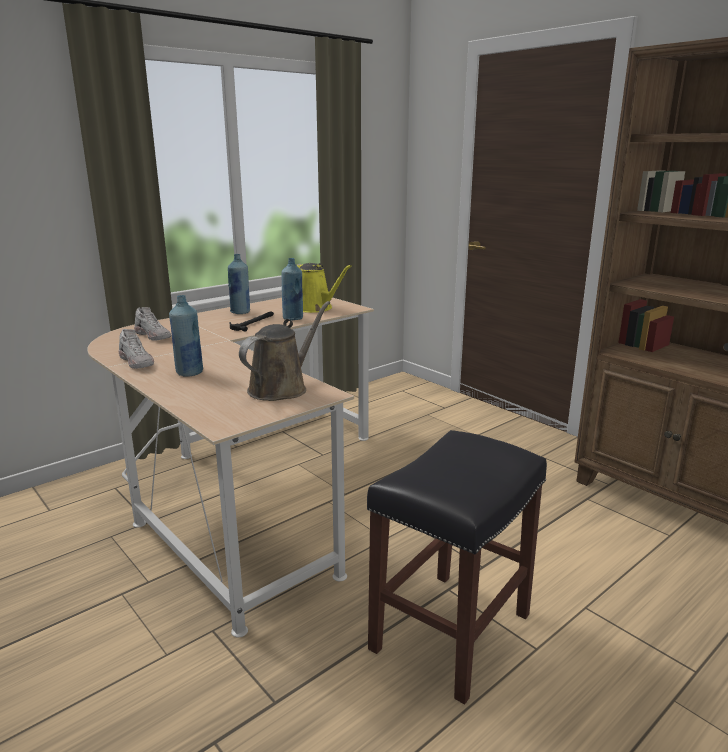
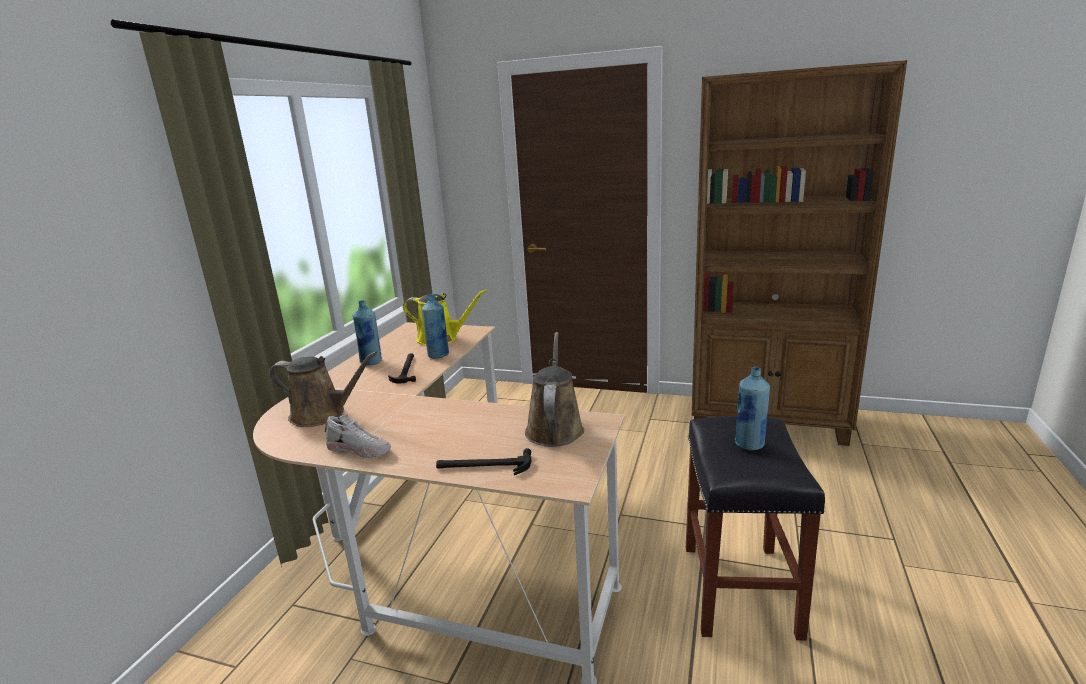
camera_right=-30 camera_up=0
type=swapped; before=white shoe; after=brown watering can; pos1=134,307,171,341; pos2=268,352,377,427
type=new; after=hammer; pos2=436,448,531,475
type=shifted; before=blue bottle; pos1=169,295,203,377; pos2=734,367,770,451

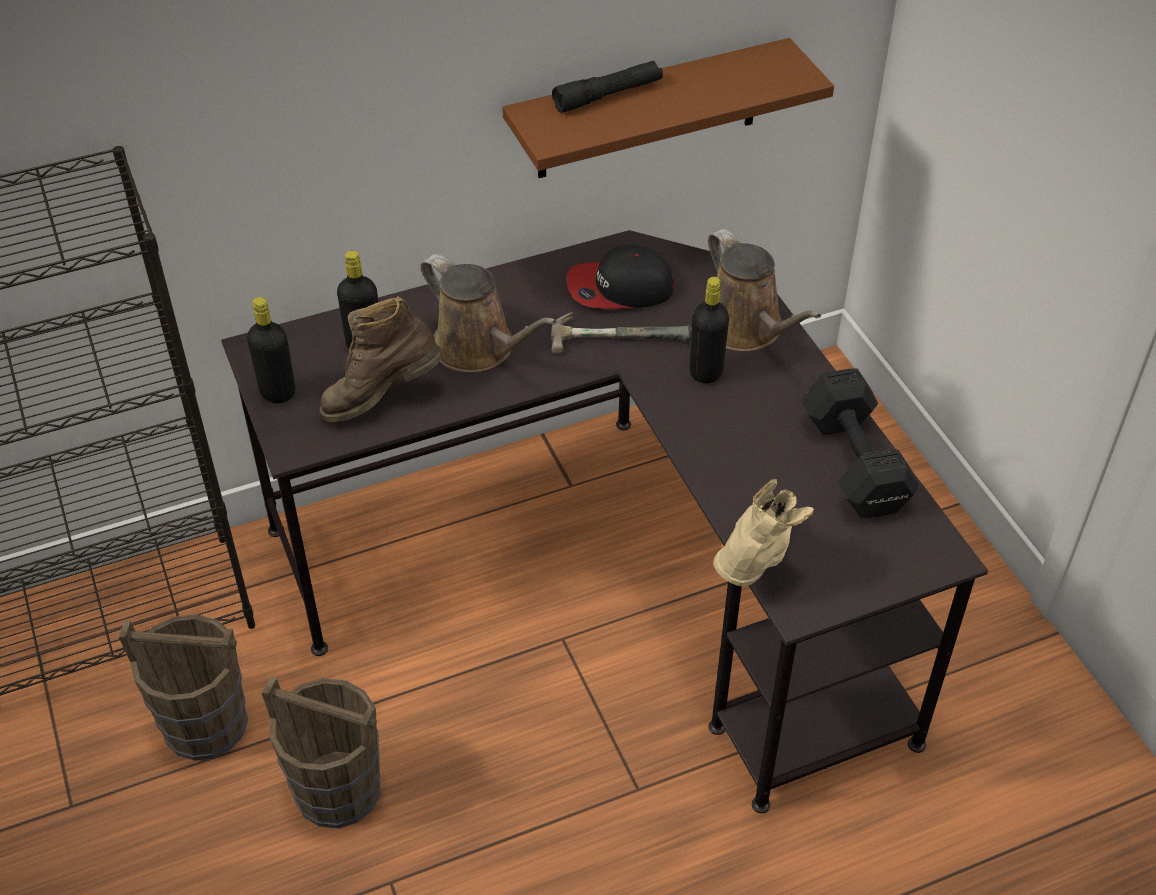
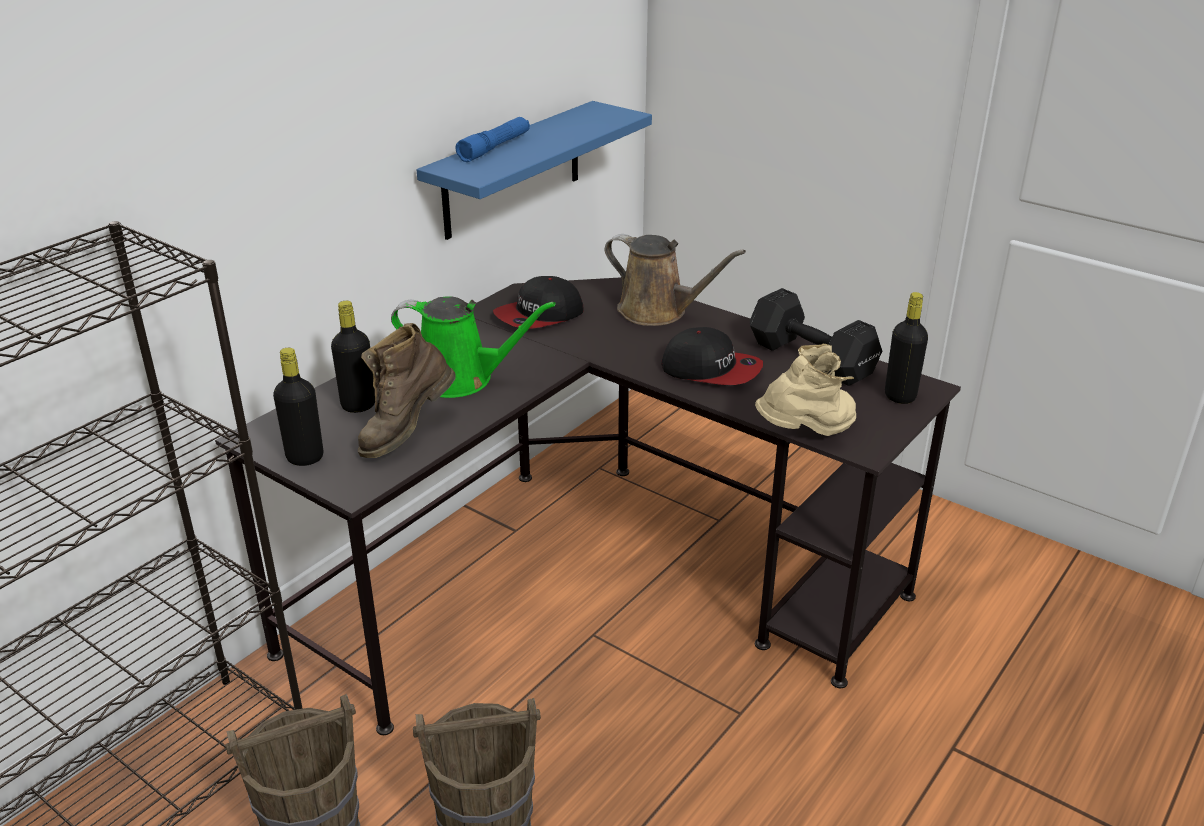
camera_right=-30 camera_up=-15
type=repainted; before=brown watering can; after=green watering can; pos1=420,254,557,373; pos2=391,296,556,398
type=repainted; before=brown shelf; after=blue shelf; pos1=502,38,834,178; pos2=417,101,652,240
type=repainted; before=black flashlight; after=blue flashlight; pos1=552,61,663,113; pos2=456,117,530,162
type=new; after=cap; pos2=661,327,763,385
type=rotated; before=beige boot; pos1=713,479,814,587; pos2=755,344,856,436; turn=60
type=shifted; before=black bottle; pos1=690,277,729,384; pos2=885,292,928,404
type=gone; before=hammer; pos1=551,312,692,353

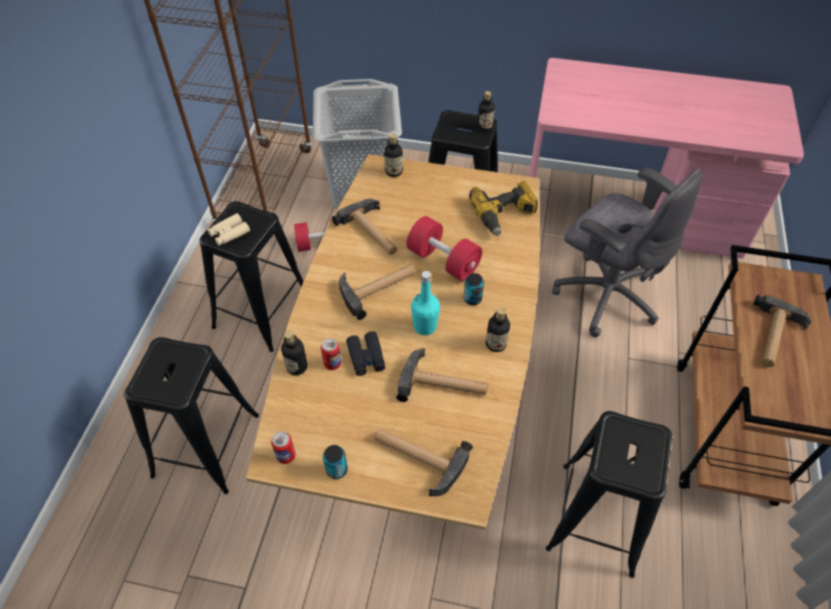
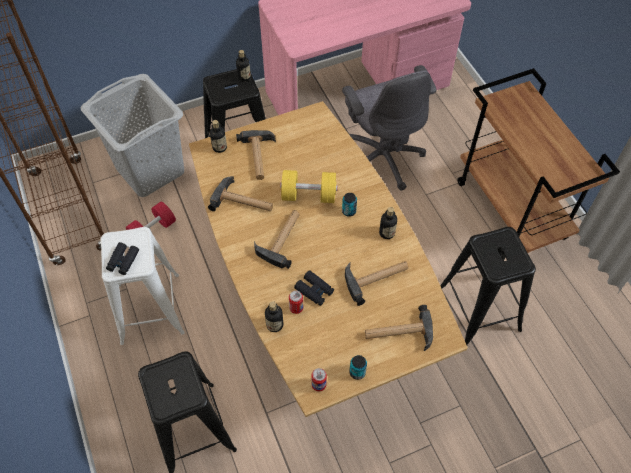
camera_right=-35 camera_up=5
type=repainted; before=black stool; after=white stool; pos1=200,201,304,352; pos2=101,227,185,345
type=repainted; before=beige binoculars; after=black binoculars; pos1=207,213,250,246; pos2=106,242,139,275
type=shifted; before=hammer; pos1=753,295,811,367; pos2=236,130,276,180
type=repainted; before=red dumbbell; after=yellow dumbbell; pos1=407,216,483,281; pos2=280,170,338,203
type=rotated; before=grey office chair; pos1=552,168,703,337; pos2=342,65,437,191; turn=60
type=gone; before=turquoise bottle; pos1=411,271,440,335
type=gone; before=power drill; pos1=469,181,538,236

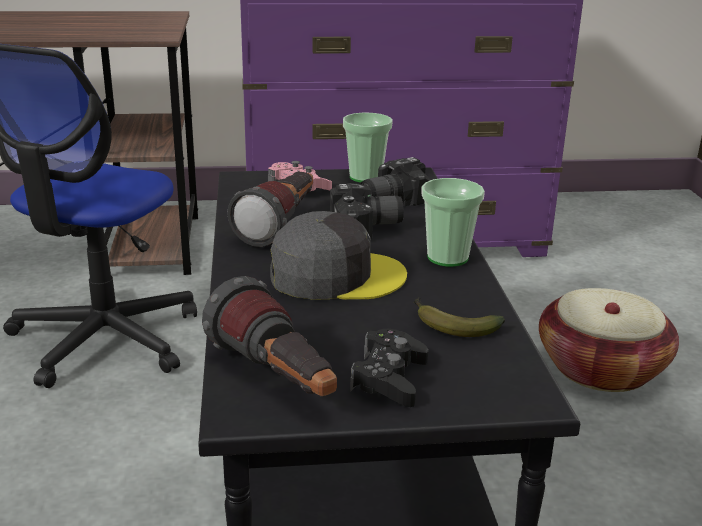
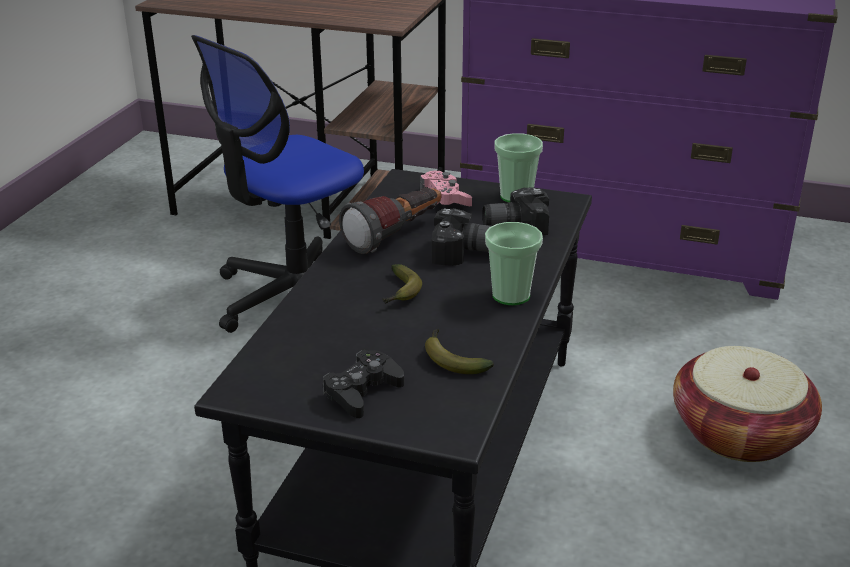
camera_right=25 camera_up=5
type=swapped; before=grey cap; after=banana; pos1=270,211,407,300; pos2=383,264,422,304
type=gone; before=flashlight; pos1=202,276,337,396

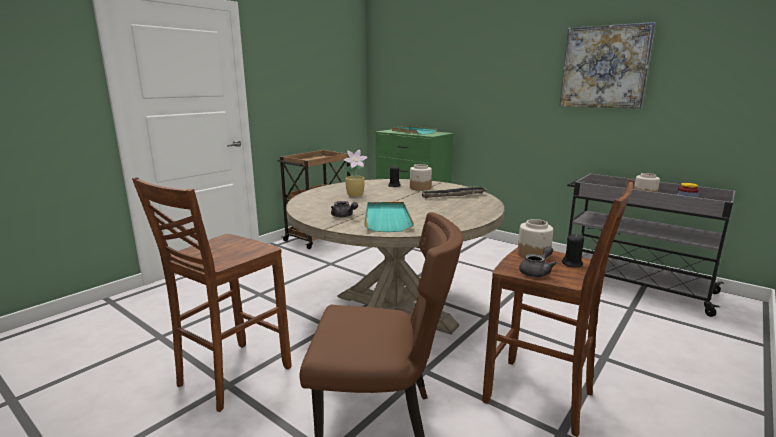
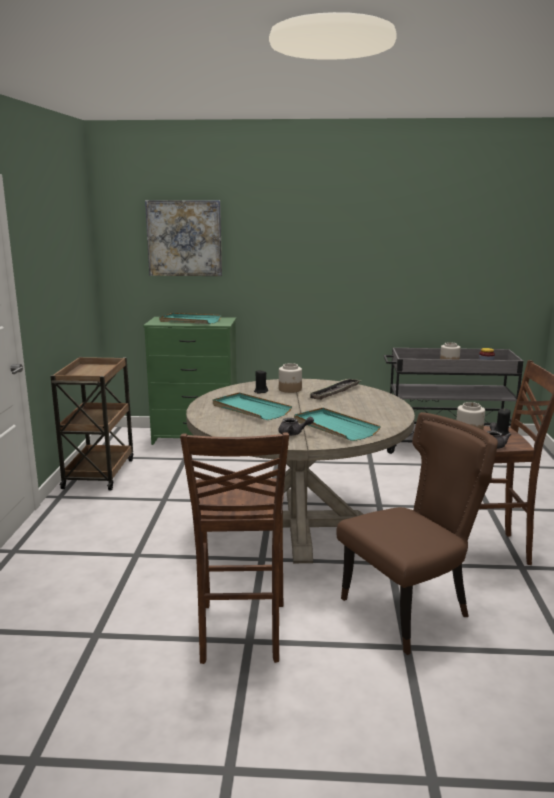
camera_right=-35 camera_up=0
type=shifted; before=picture; pos1=560,22,655,109; pos2=145,200,222,276
type=swapped; before=potted plant; after=turquoise tray; pos1=343,150,368,197; pos2=213,392,292,420

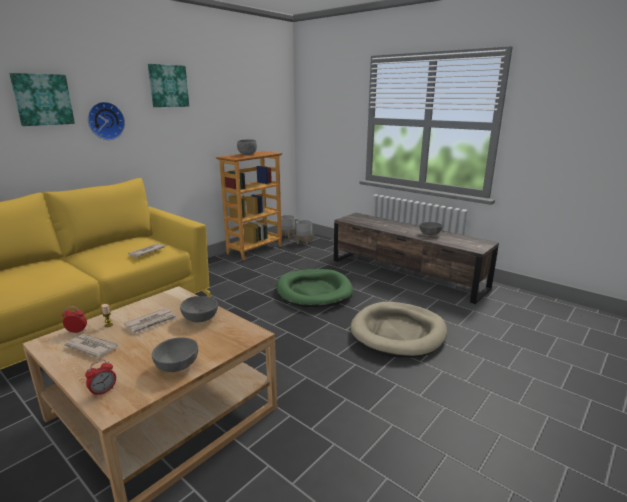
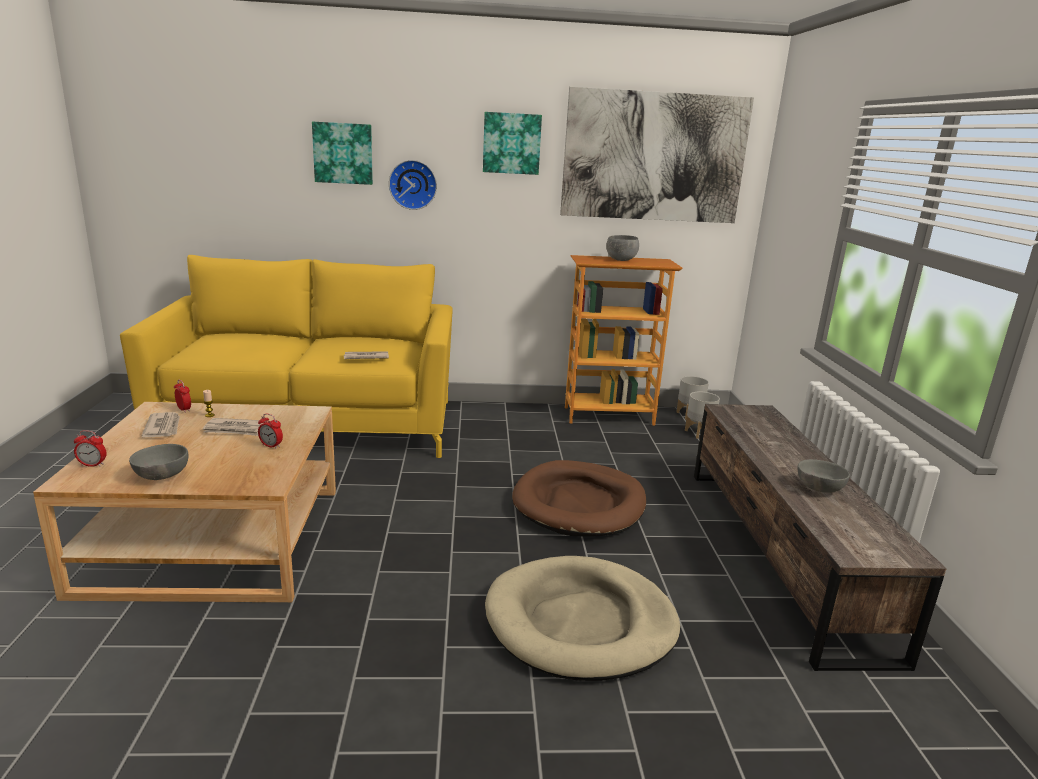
camera_right=45 camera_up=0
type=swapped; before=grey bowl; after=alarm clock; pos1=180,296,218,322; pos2=258,414,283,449
type=repainted; before=green dog bed; after=brown dog bed; pos1=276,269,353,307; pos2=512,460,646,536
type=new; after=picture; pos2=560,87,754,223

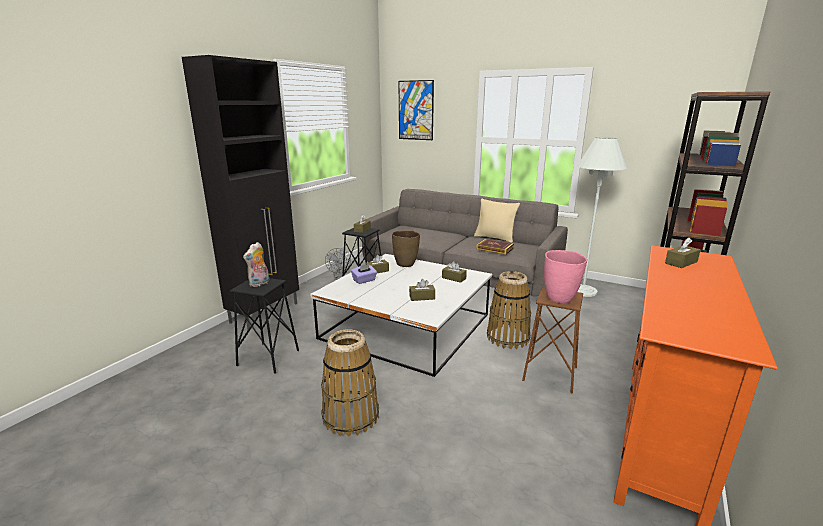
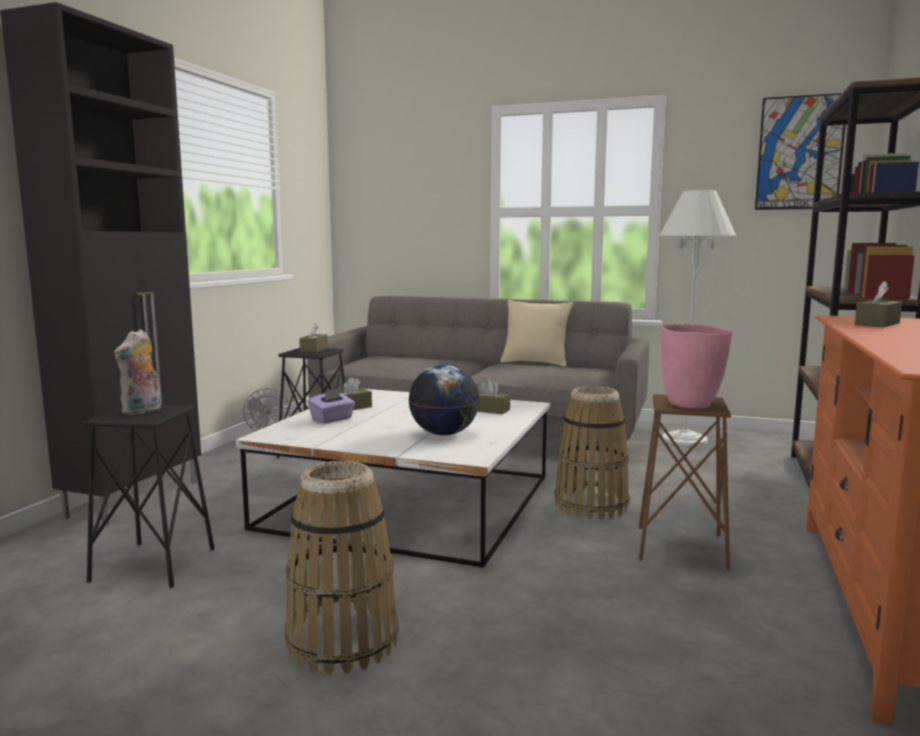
camera_right=-10 camera_up=-10
type=swapped; before=brown tissue box; after=globe; pos1=409,279,435,301; pos2=408,365,480,435
type=shifted; before=picture; pos1=399,80,434,140; pos2=755,93,845,210
type=gone; before=brown vase; pos1=392,230,420,267
type=gone; before=book; pos1=477,239,514,255

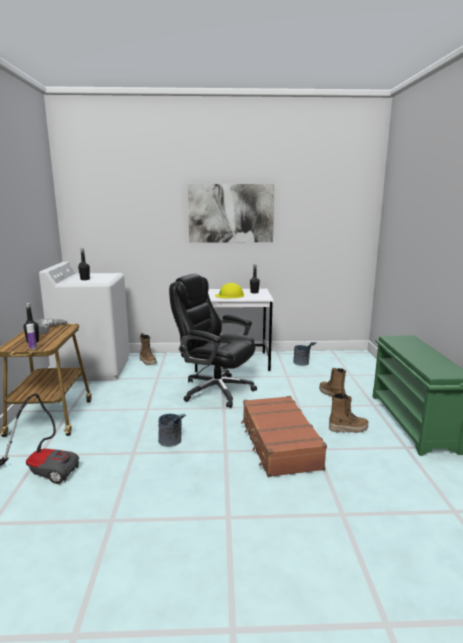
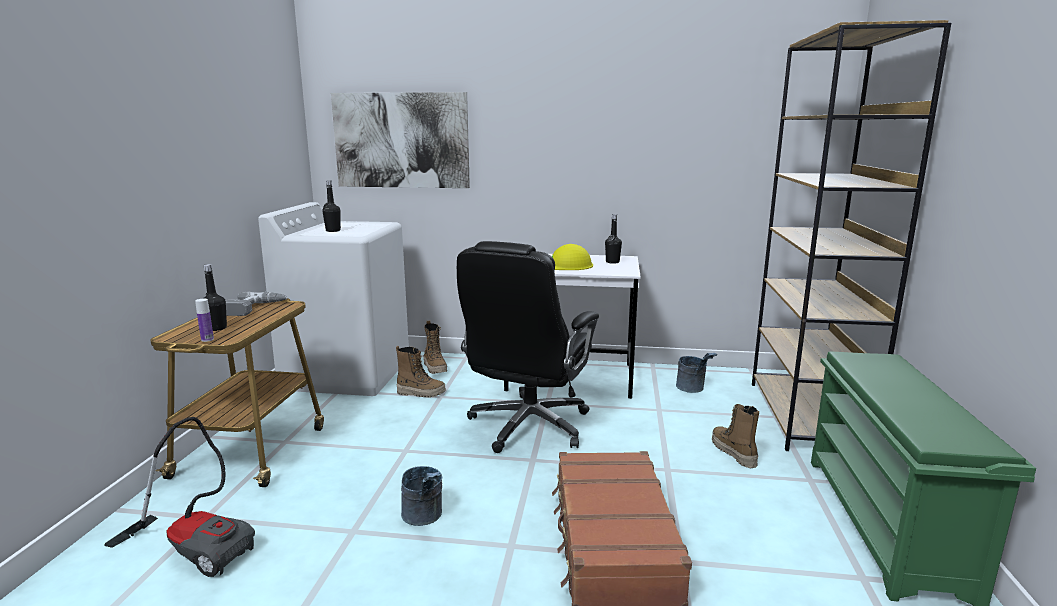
camera_right=10 camera_up=0
type=shifted; before=picture; pos1=188,184,275,243; pos2=331,92,470,188
type=shifted; before=boot; pos1=329,393,368,433; pos2=396,346,446,398
type=rotated; before=black office chair; pos1=169,274,257,408; pos2=457,241,599,453; turn=-105
type=new; after=brown bookcase; pos2=752,20,951,451

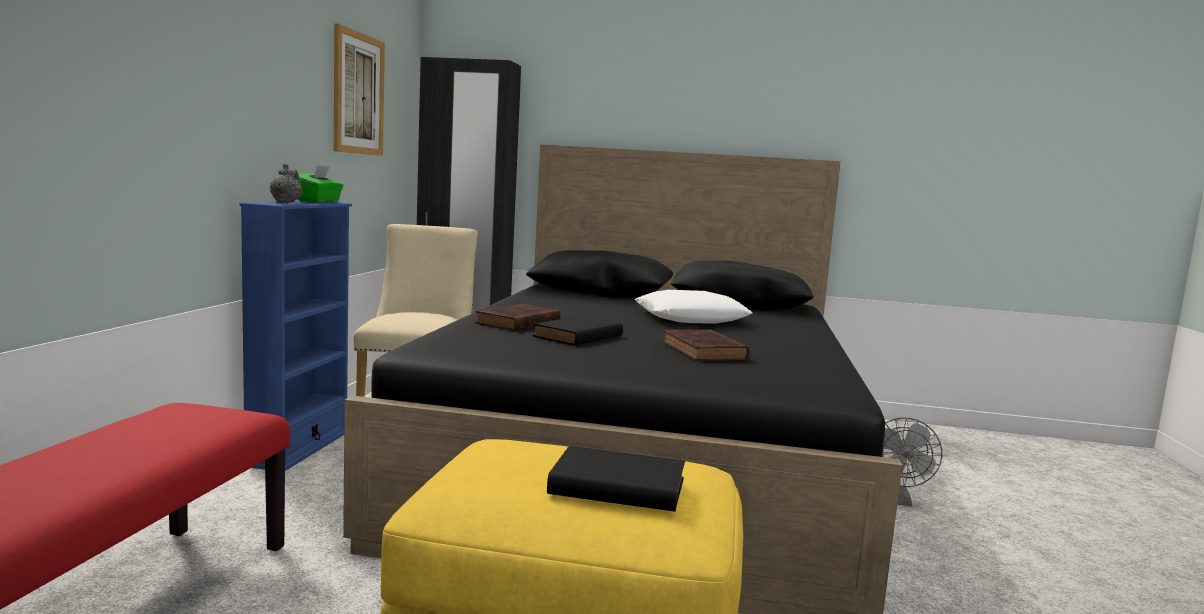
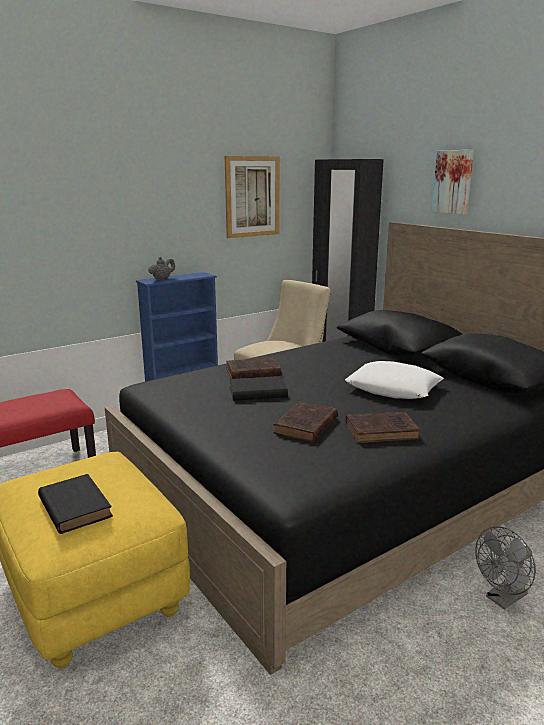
camera_right=45 camera_up=10
type=new; after=brown book; pos2=345,412,421,443
type=new; after=picture; pos2=432,150,474,214
type=gone; before=green tissue box; pos1=298,165,344,203

